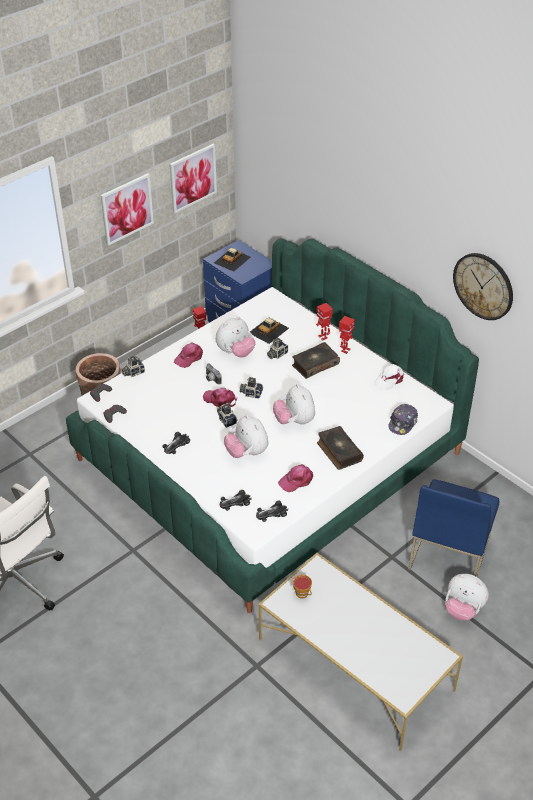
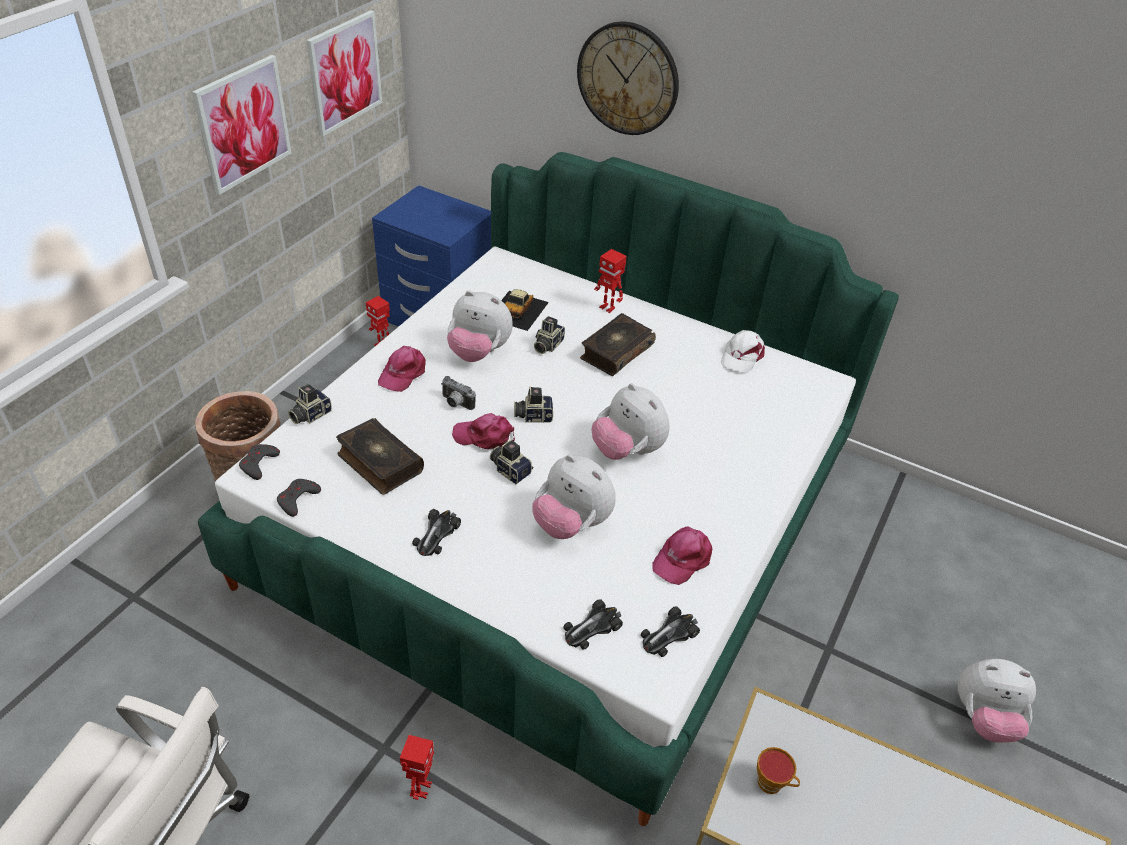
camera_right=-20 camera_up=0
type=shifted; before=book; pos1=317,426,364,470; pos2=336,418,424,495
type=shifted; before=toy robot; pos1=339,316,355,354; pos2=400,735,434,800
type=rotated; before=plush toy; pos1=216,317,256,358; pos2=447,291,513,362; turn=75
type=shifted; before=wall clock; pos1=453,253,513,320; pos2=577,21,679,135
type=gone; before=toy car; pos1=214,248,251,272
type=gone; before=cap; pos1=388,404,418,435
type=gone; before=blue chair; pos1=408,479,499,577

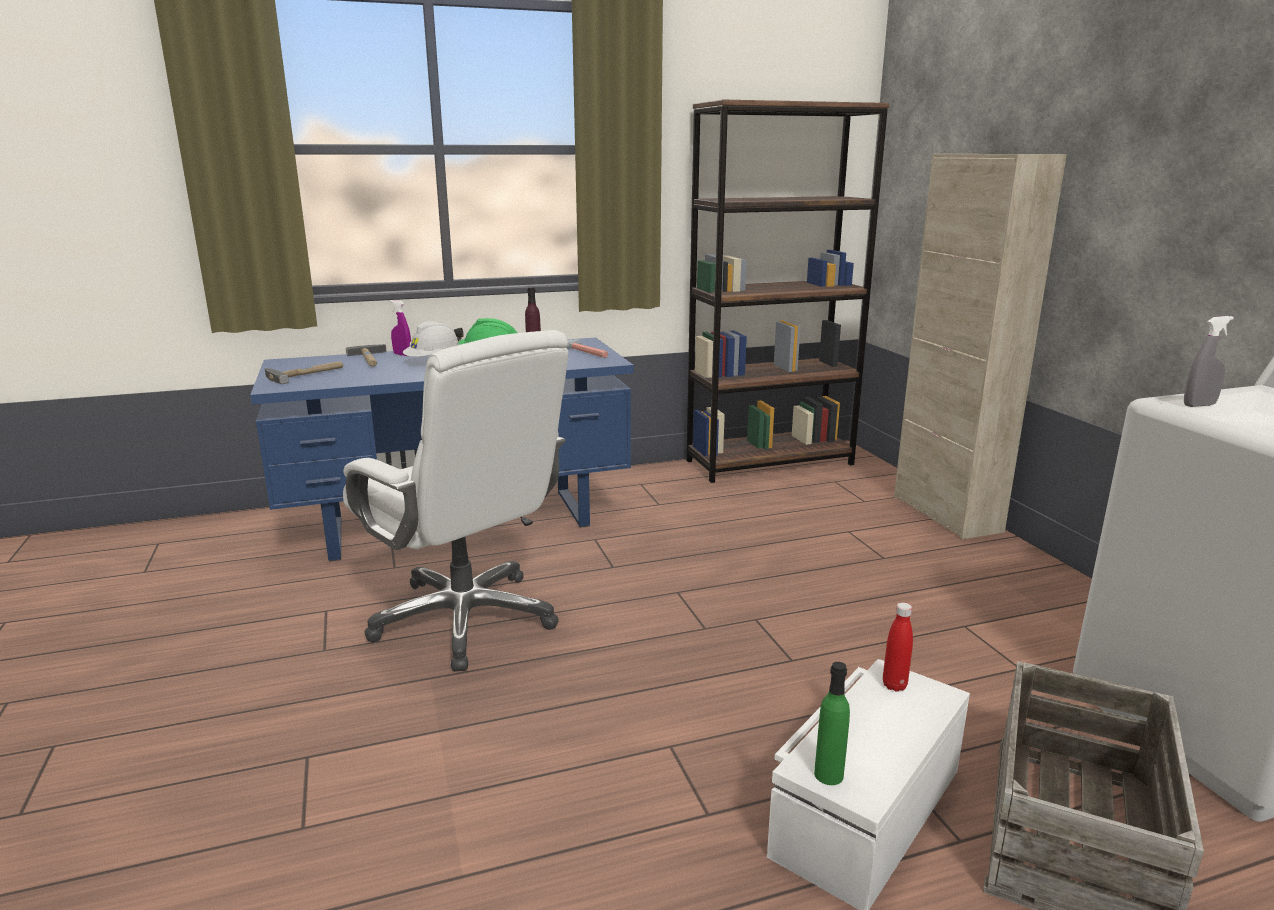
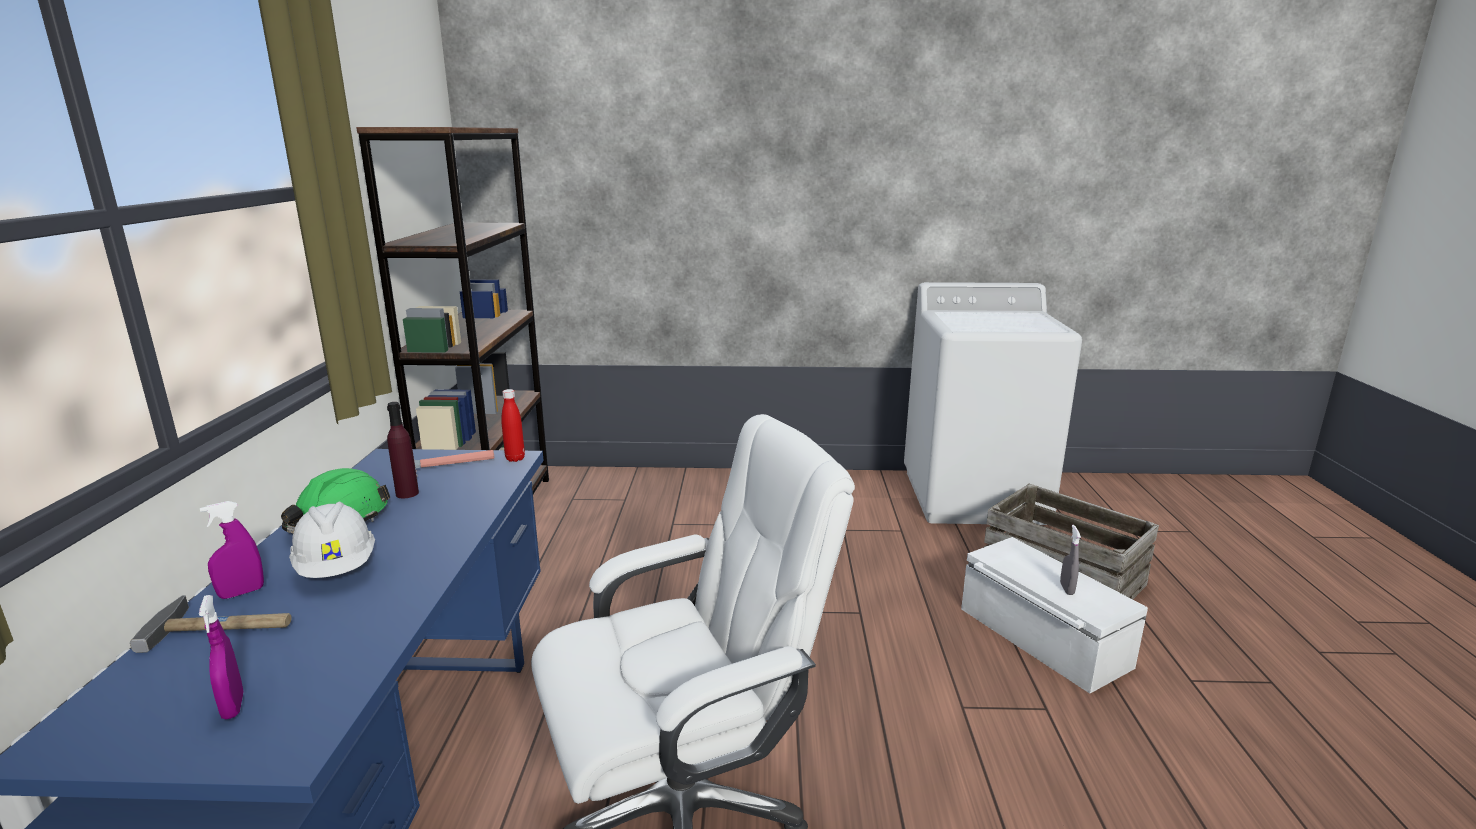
camera_right=-70 camera_up=0
type=swapped; before=hammer; after=purple spray bottle; pos1=264,361,343,384; pos2=199,595,244,719
type=shifted; before=red bottle; pos1=883,602,913,692; pos2=501,389,525,462
type=shifted; before=grey spray bottle; pos1=1184,316,1234,407; pos2=1060,525,1081,595
type=gone; before=green bottle; pos1=814,662,850,785
type=gone; before=beige cabinet; pos1=894,154,1067,539

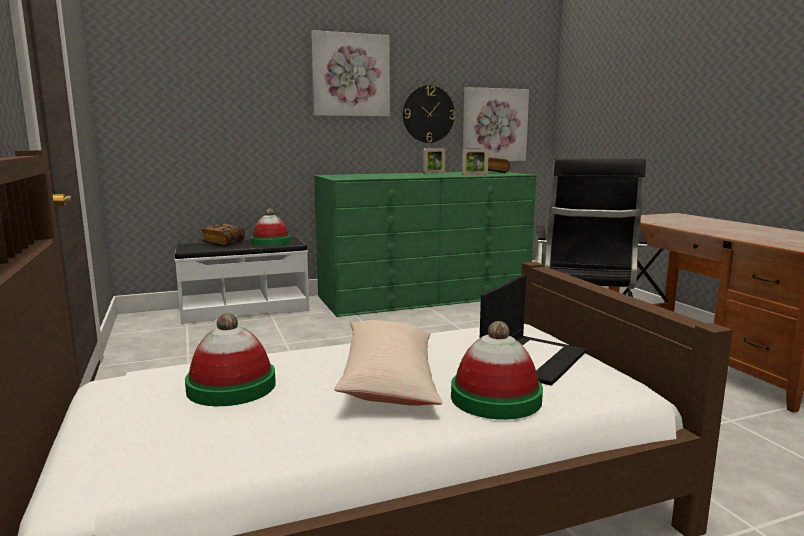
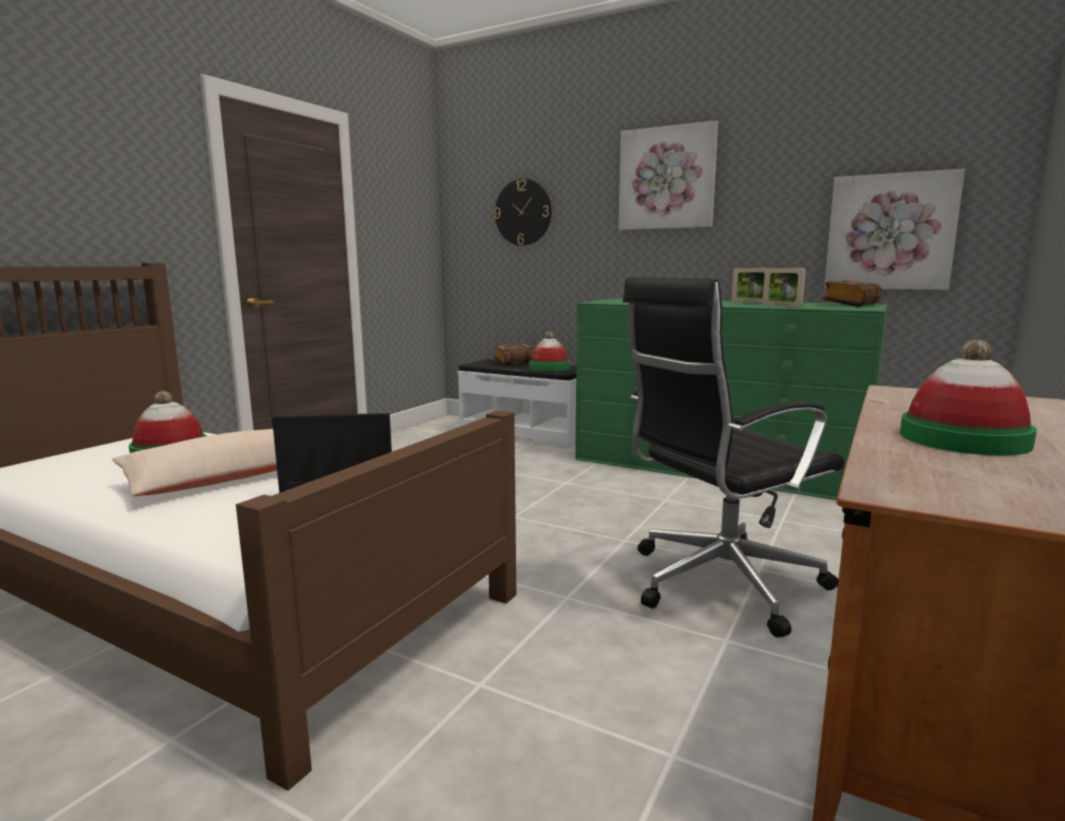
camera_right=50 camera_up=0
type=shifted; before=wall clock; pos1=403,85,455,143; pos2=494,179,551,246
type=shifted; before=hat; pos1=451,321,543,420; pos2=900,340,1037,455

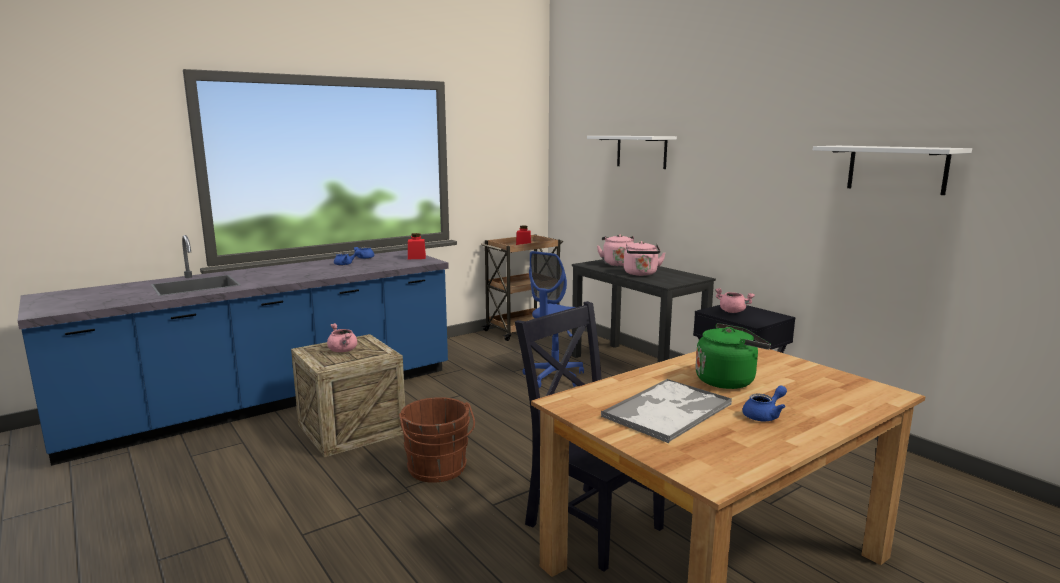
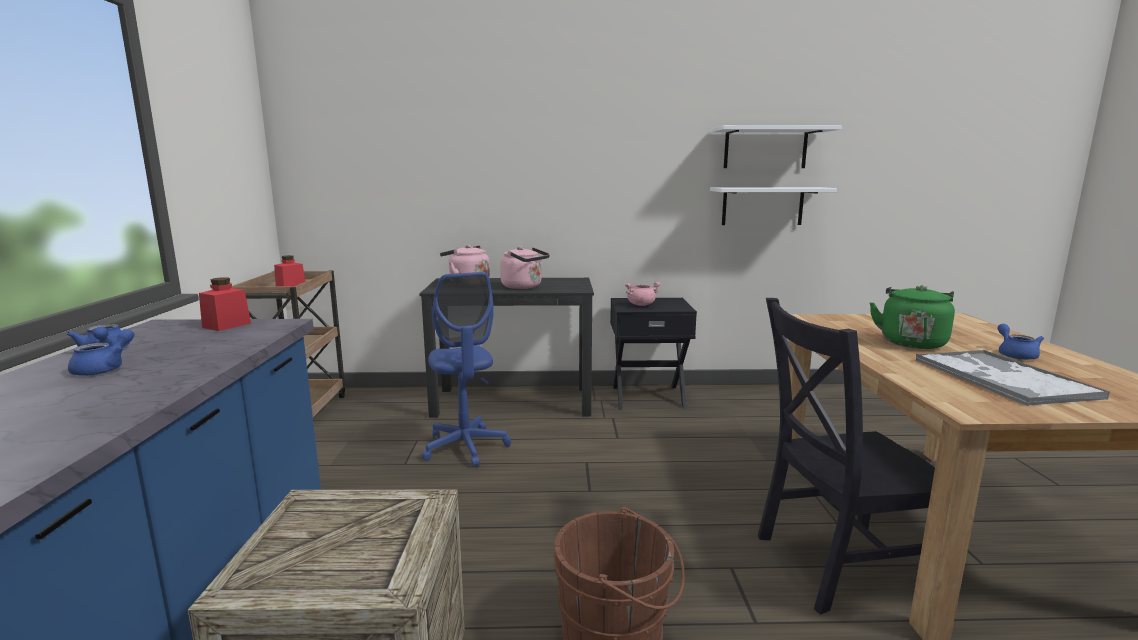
camera_right=-55 camera_up=0
type=shifted; before=white shelf; pos1=587,136,677,169; pos2=710,187,837,225
type=gone; before=pink cooking pot; pos1=327,323,357,352

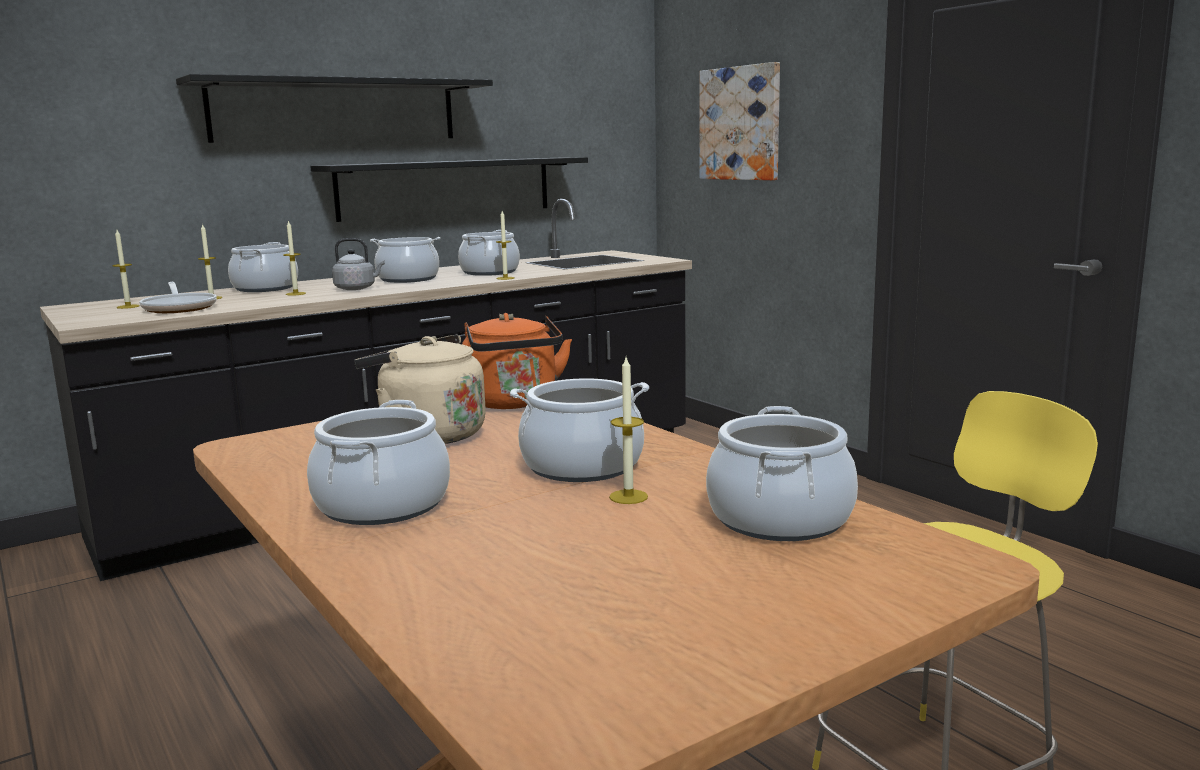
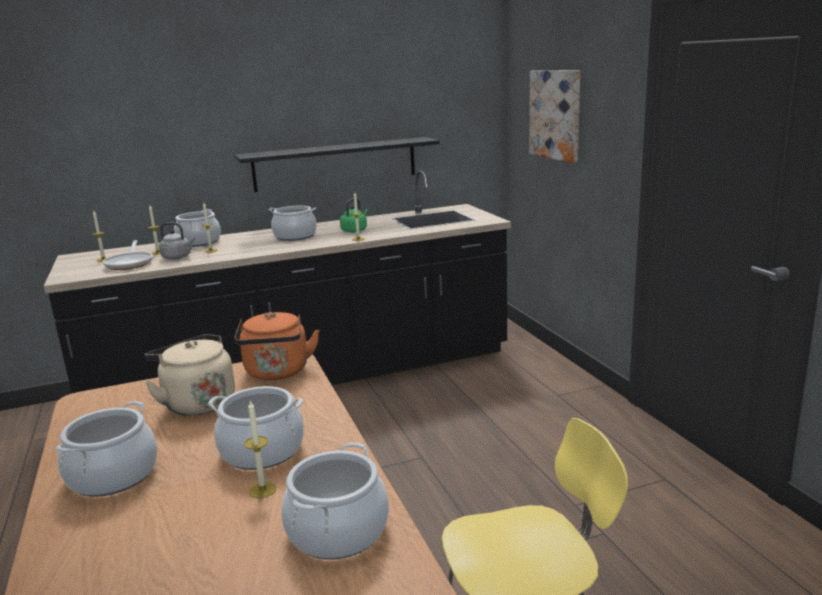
camera_right=15 camera_up=5
type=shifted; before=grey kettle; pos1=332,238,385,290; pos2=159,222,195,259
type=swapped; before=cooking pot; after=green kettle; pos1=458,230,520,276; pos2=340,198,368,233
type=gone; before=black shelf; pos1=176,74,493,143

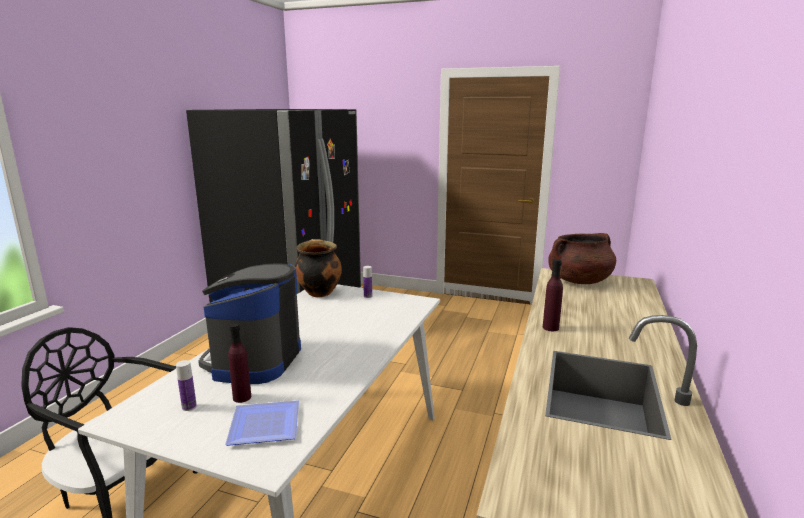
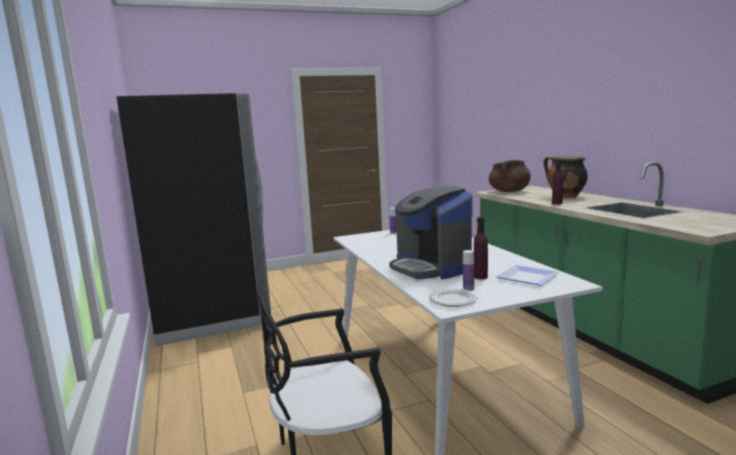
camera_right=-40 camera_up=-5
type=new; after=plate; pos2=429,288,478,307
type=shifted; before=cooking pot; pos1=295,239,342,297; pos2=543,156,588,198

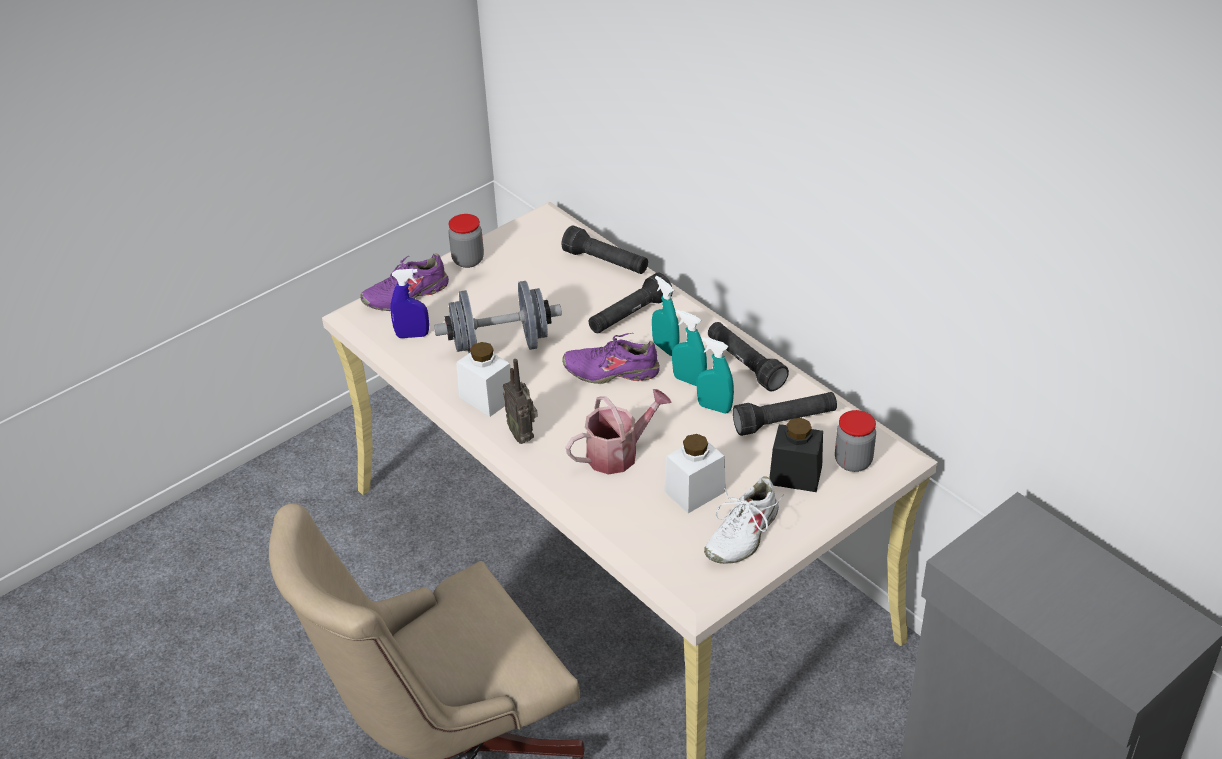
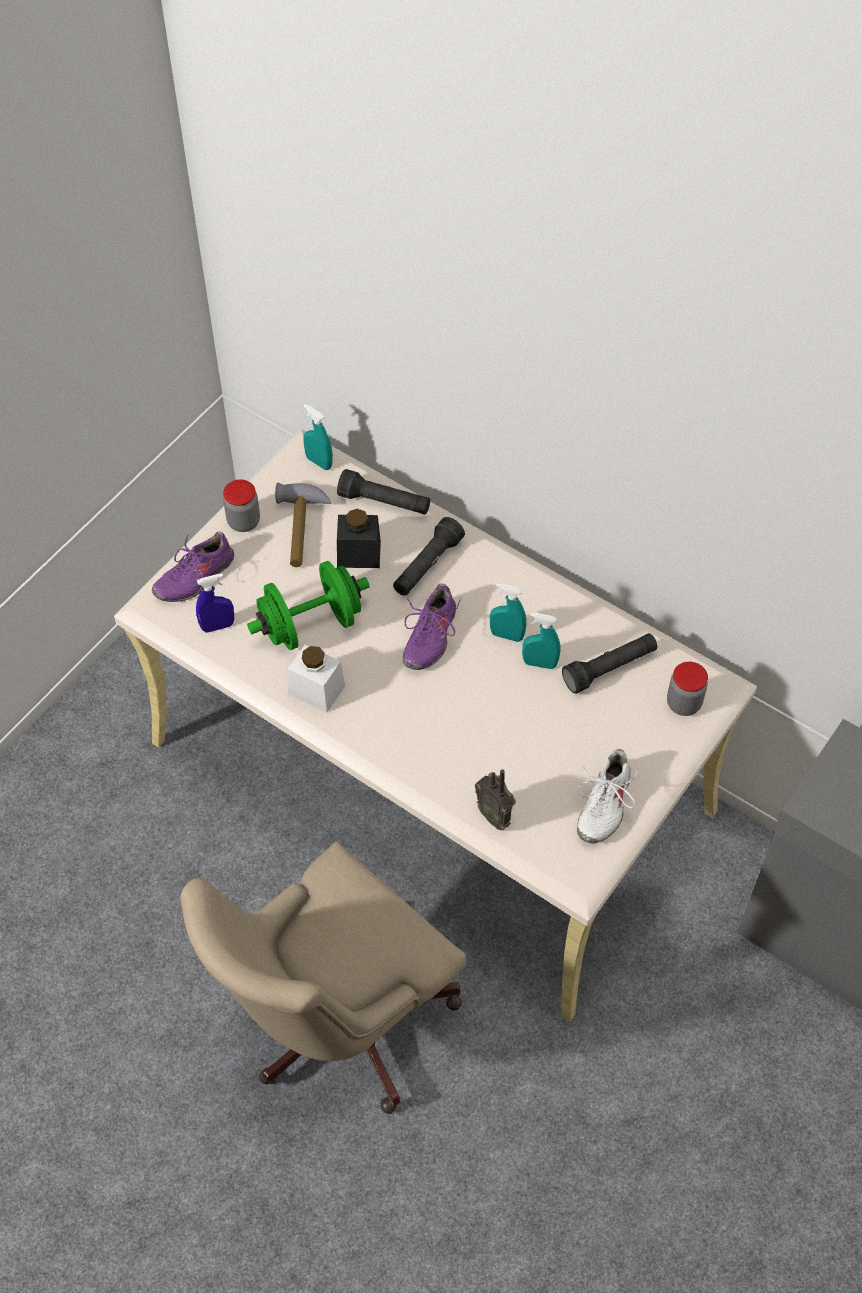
camera_right=-15 camera_up=15
type=repainted; before=grey dumbbell; after=green dumbbell; pos1=434,281,562,353; pos2=247,561,370,650
type=new; after=hammer; pos2=275,482,332,567
type=shifted; before=turquoise spray bottle; pos1=652,276,680,356; pos2=303,404,333,470
type=shifted; before=black jar; pos1=769,418,823,492; pos2=337,509,381,568
type=rotated; before=purple shoe; pos1=562,333,660,384; pos2=402,583,461,670; turn=-60
type=shifted; before=radio; pos1=503,359,538,444; pos2=475,769,516,831
type=gone; before=watering can; pos1=566,389,672,475
type=gone; before=white jar; pos1=664,434,726,513
type=gone; before=black flashlight; pos1=708,322,789,391

